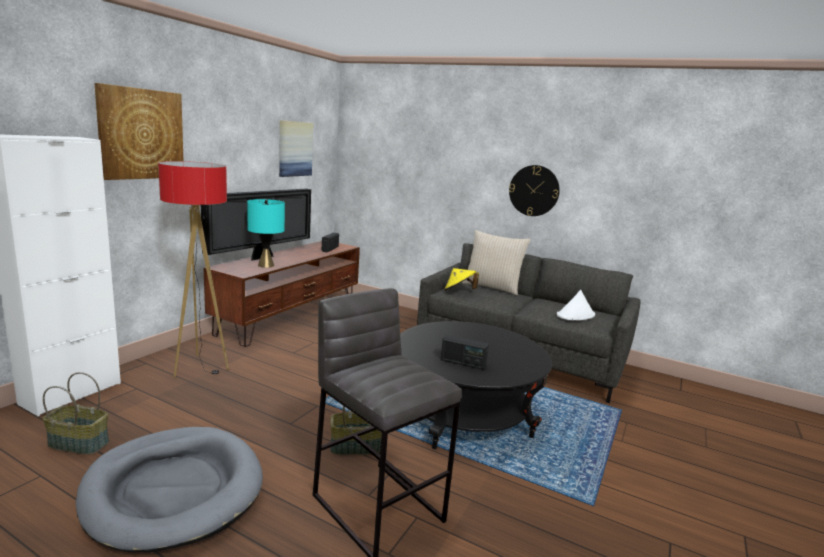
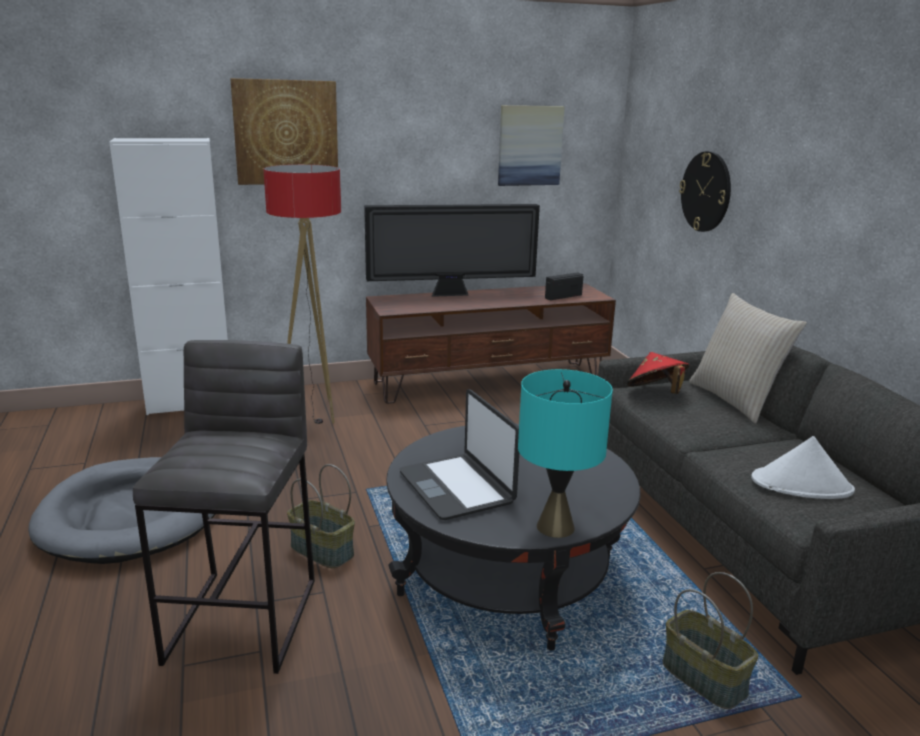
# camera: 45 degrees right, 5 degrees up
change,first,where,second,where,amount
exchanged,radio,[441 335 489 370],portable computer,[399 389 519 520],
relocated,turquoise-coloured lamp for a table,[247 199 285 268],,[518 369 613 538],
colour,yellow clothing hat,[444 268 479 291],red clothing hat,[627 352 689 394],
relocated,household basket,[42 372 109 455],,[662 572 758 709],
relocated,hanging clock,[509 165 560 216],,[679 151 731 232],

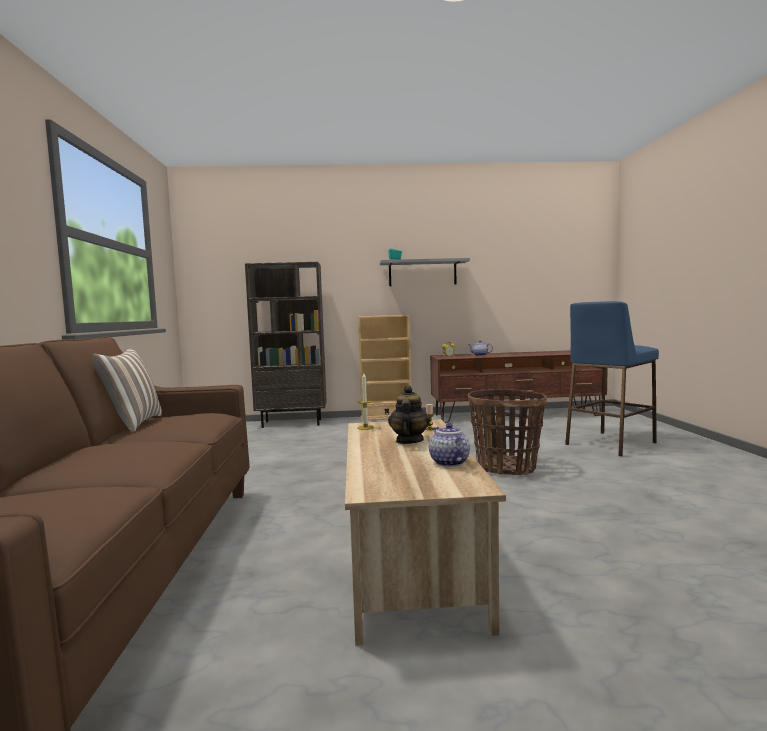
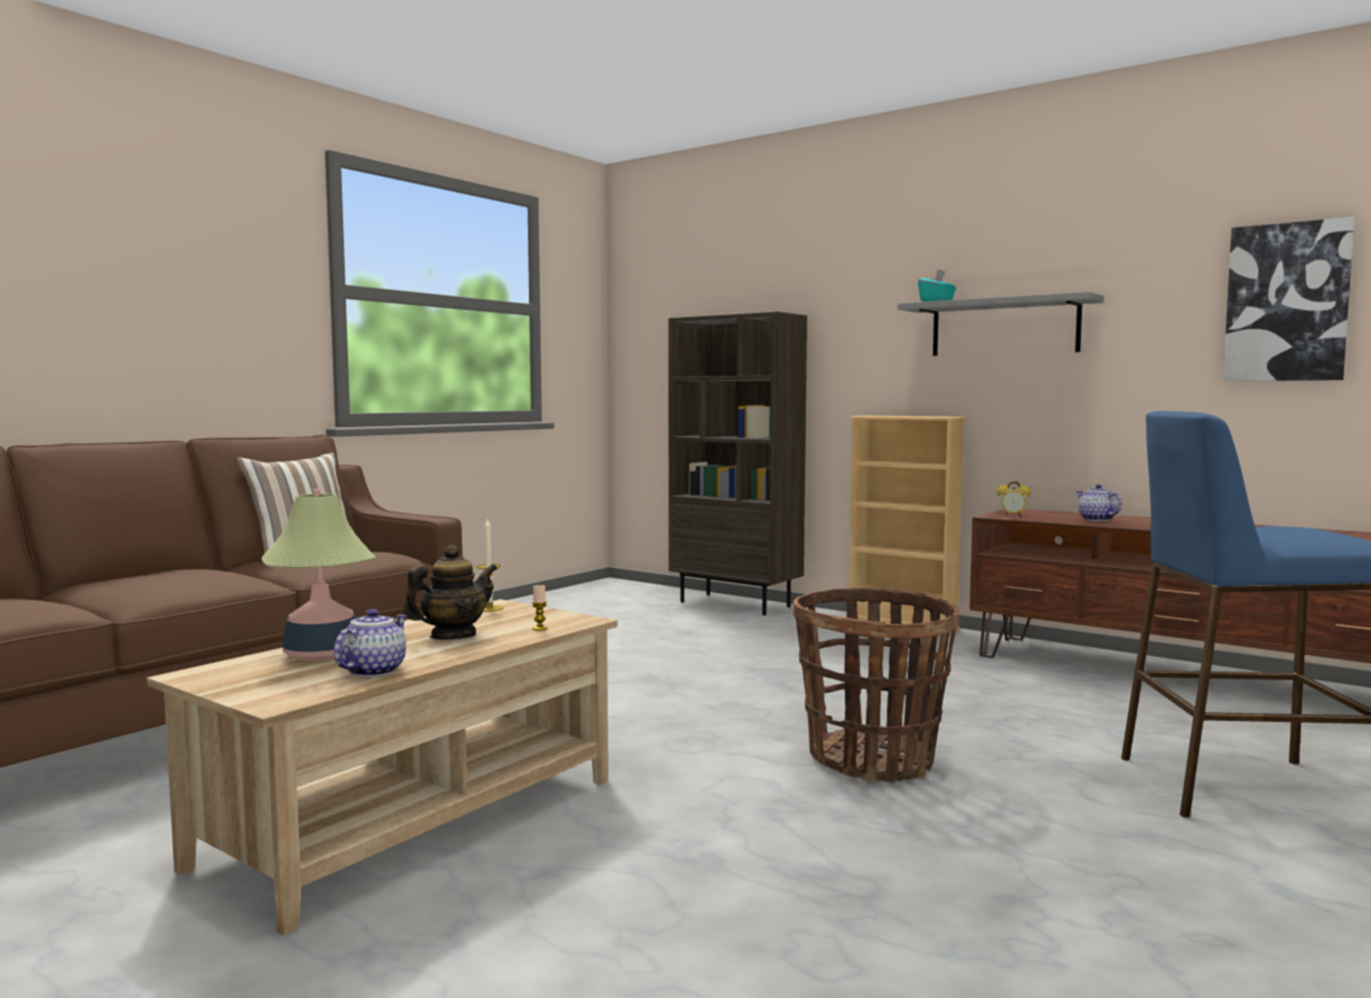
# camera: 40 degrees right, 0 degrees up
change,first,where,second,where,amount
appeared,,,lamp for a table,[262 489 376 661],
appeared,,,wall art,[1223 217 1355 381],

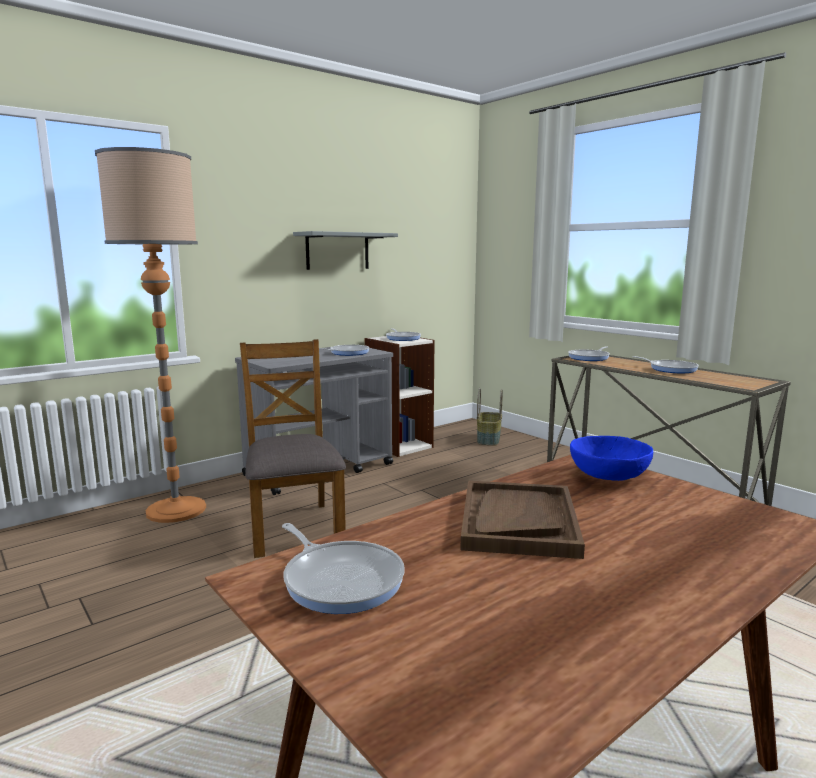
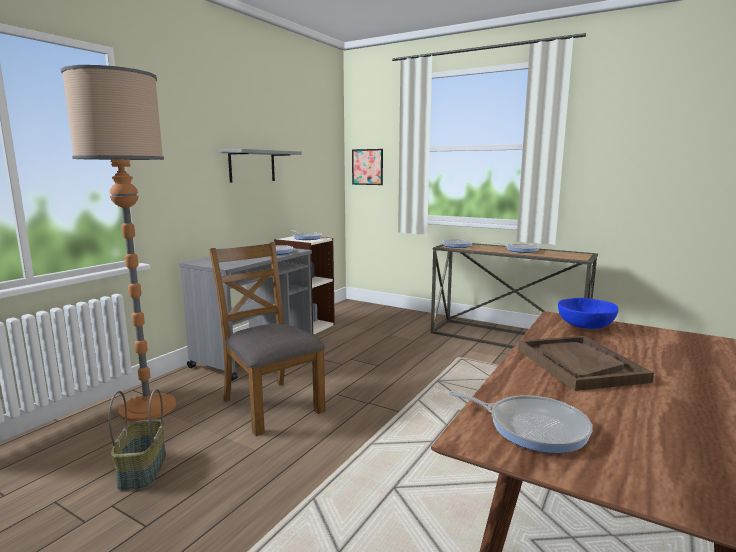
# camera: 20 degrees left, 0 degrees up
change,first,where,second,where,amount
relocated,household basket,[477 388 503 446],,[109 389 166 491],
appeared,,,wall art,[352 149 383 185],

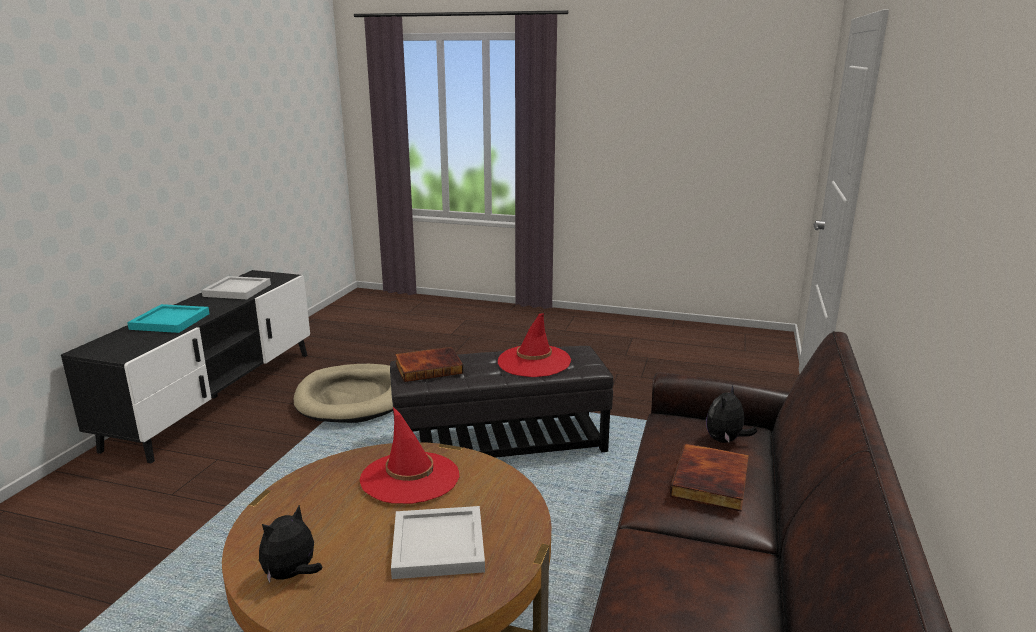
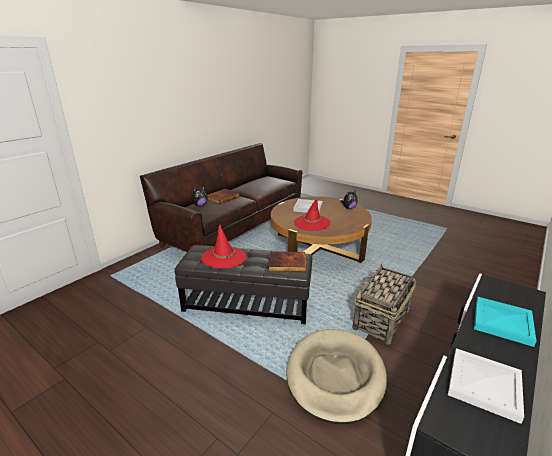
# camera: 160 degrees left, 5 degrees up
change,first,where,second,where,amount
appeared,,,household basket,[352 264 416 345],

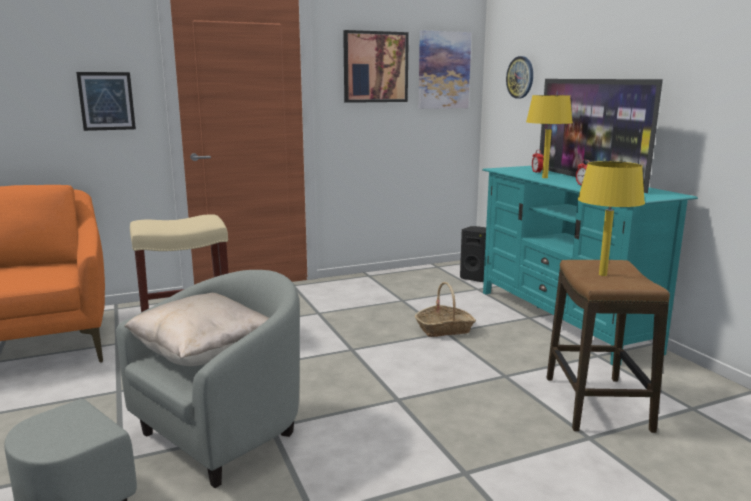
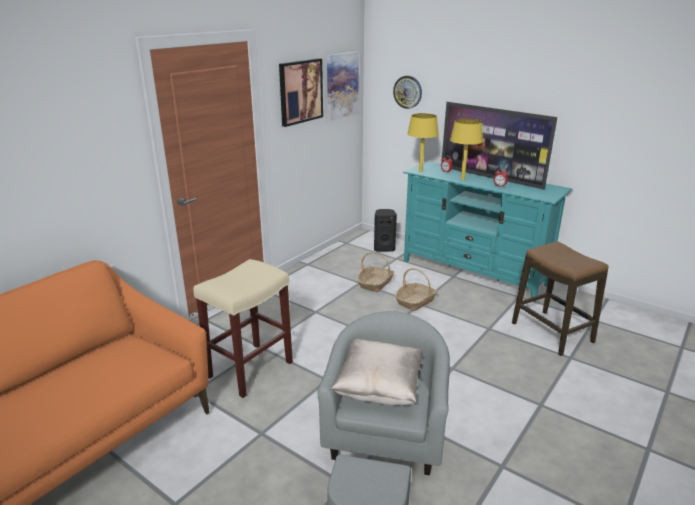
# camera: 30 degrees left, 10 degrees up
change,first,where,second,where,amount
appeared,,,household basket,[357 252 394 292],
relocated,yellow lamp for a table,[578 161 645 276],,[407 113 439 172],
missing,wall art,[76 72 136 131],,,

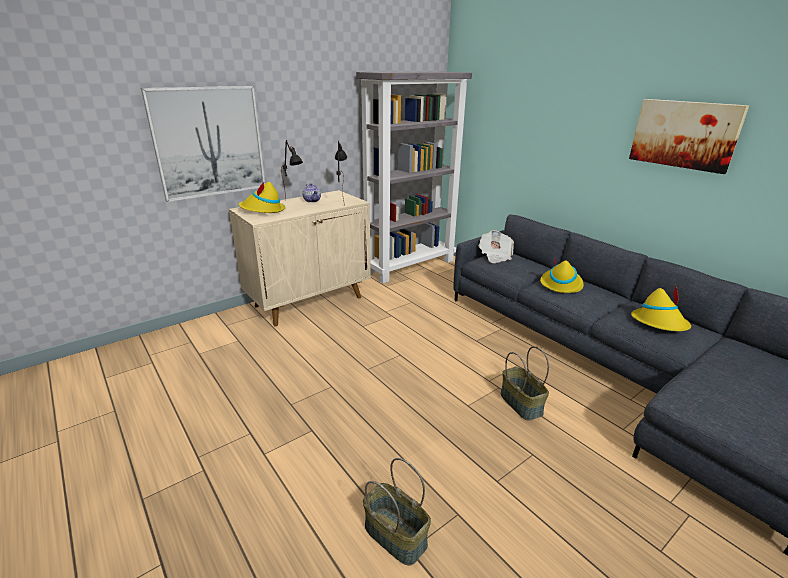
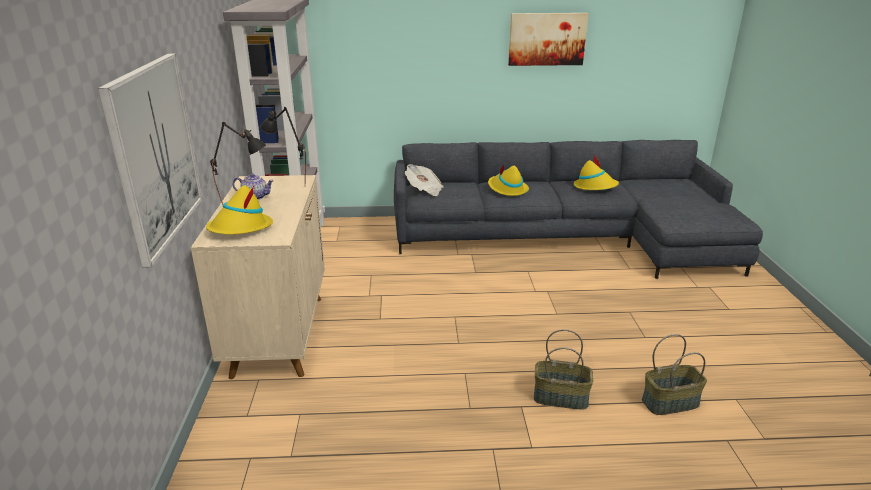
# camera: 55 degrees left, 0 degrees up
change,first,where,second,where,amount
relocated,household basket,[501 346 549 421],,[534 329 593 409],

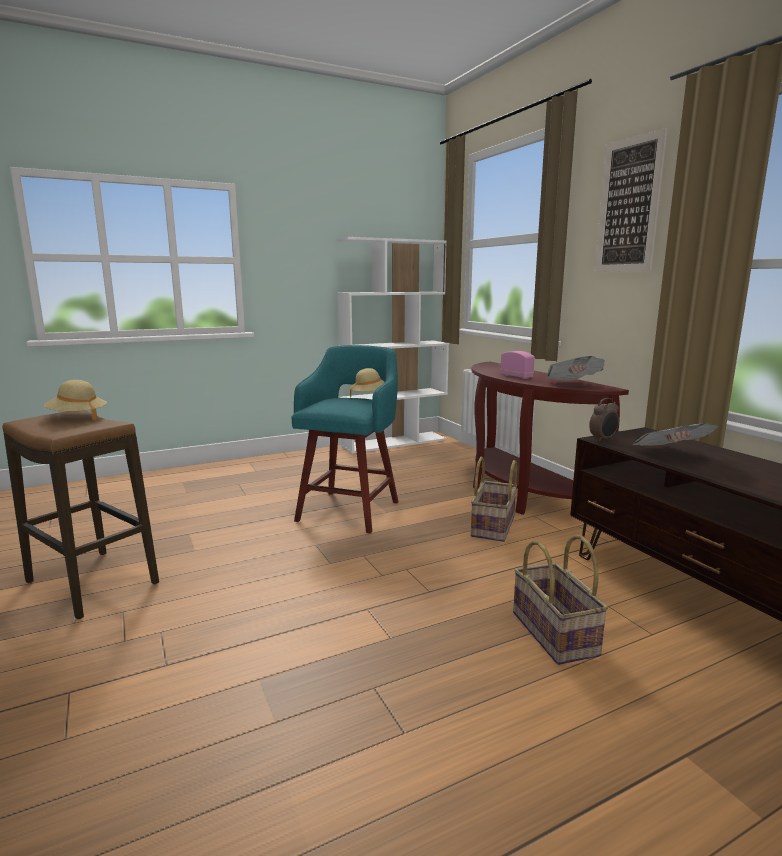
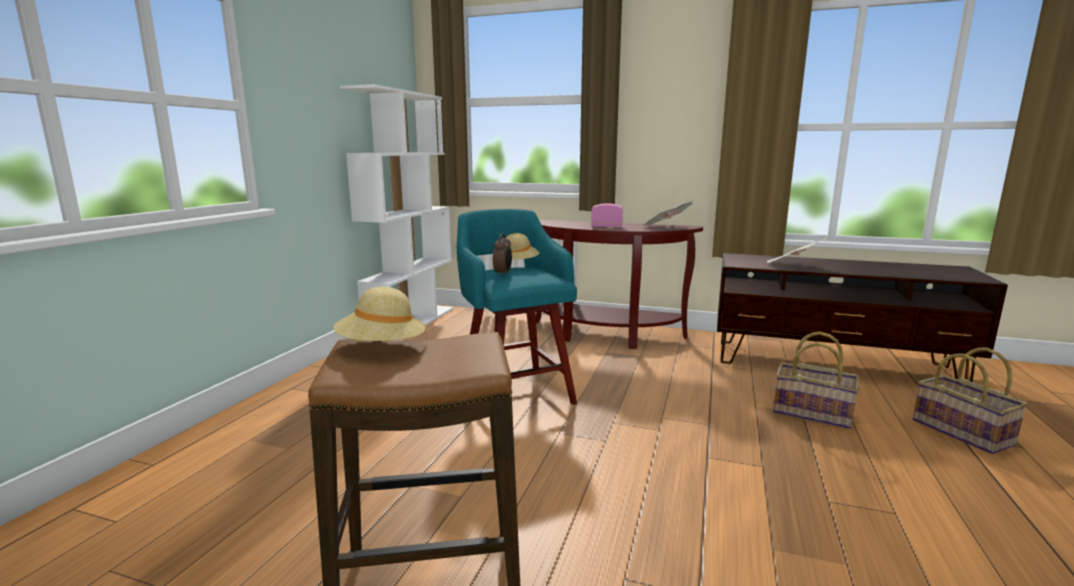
# camera: 45 degrees left, 0 degrees up
change,first,where,second,where,amount
relocated,table clock,[589 398 619 442],,[493 234 512 276],
relocated,household basket,[471 457 517 542],,[913 347 1028 454],
missing,wall art,[595 128 668 272],,,

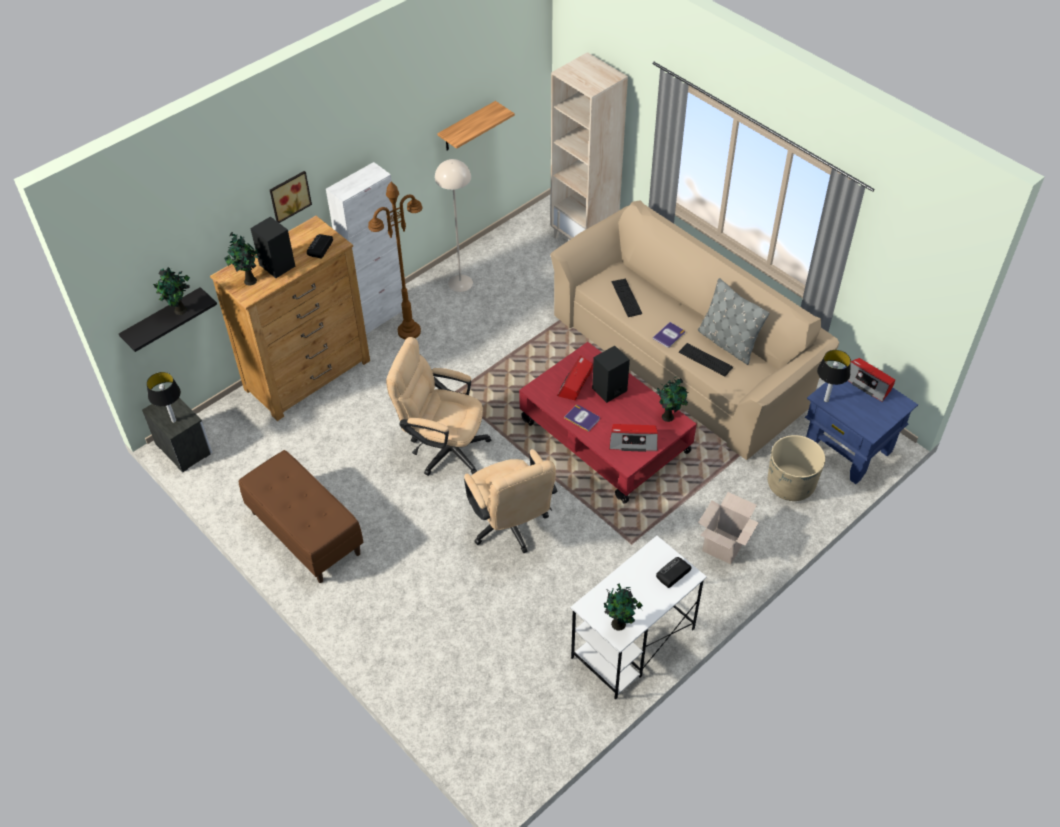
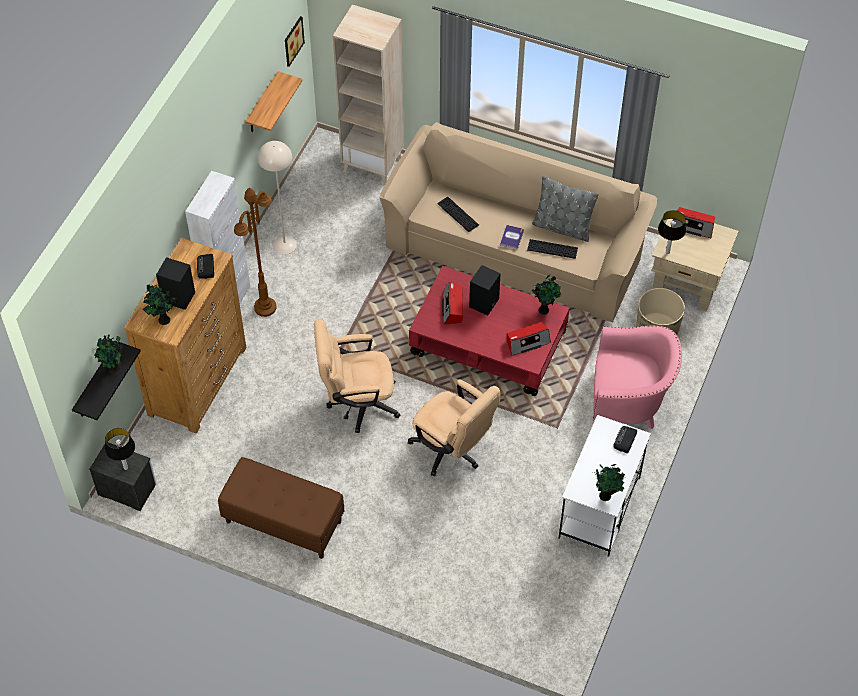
# camera: 25 degrees left, 5 degrees up
change,first,where,second,where,amount
relocated,wall art,[270 171 312 223],,[285 16 305 67],
exchanged,packing box,[698 492 759 564],pink armchair,[593 326 682 429],
colour,blue end table,[805 366 918 484],sand-coloured end table,[651 219 739 312],
missing,bound book,[564 405 600 432],,,

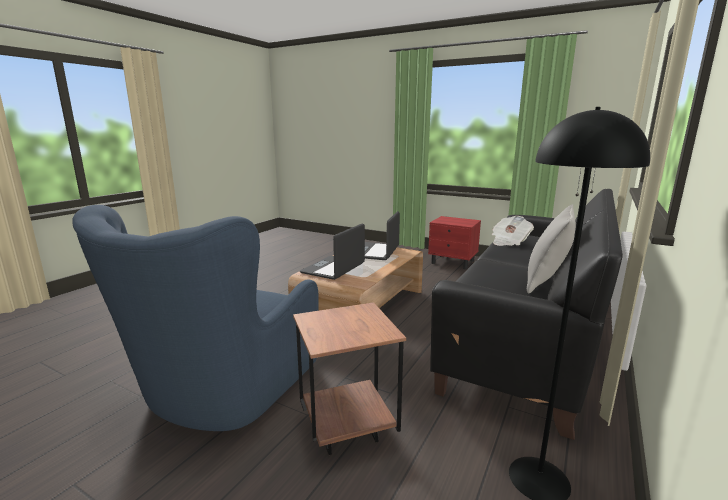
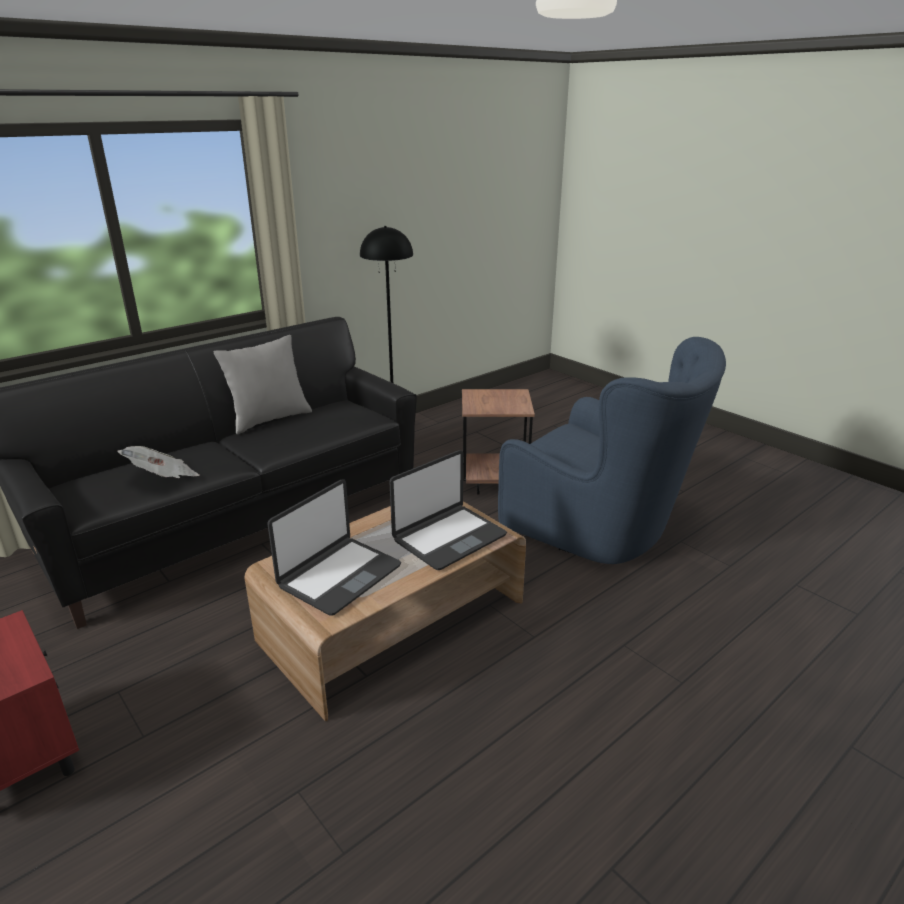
# camera: 160 degrees left, 10 degrees up
change,first,where,second,where,amount
spun,blue armchair,[72 205 319 431],,[498 337 726 564],90 degrees clockwise

